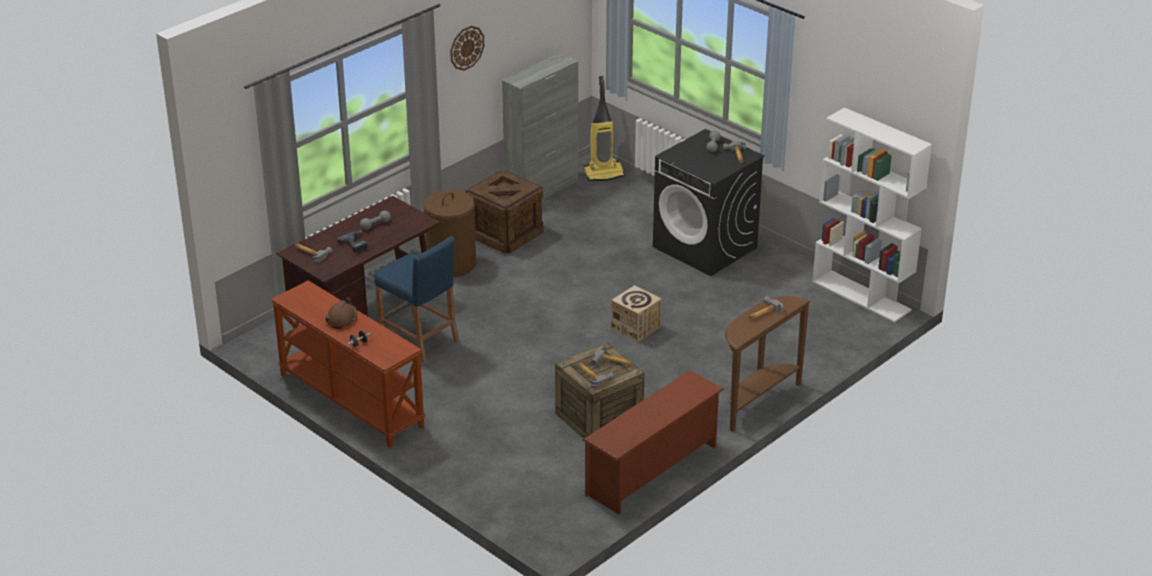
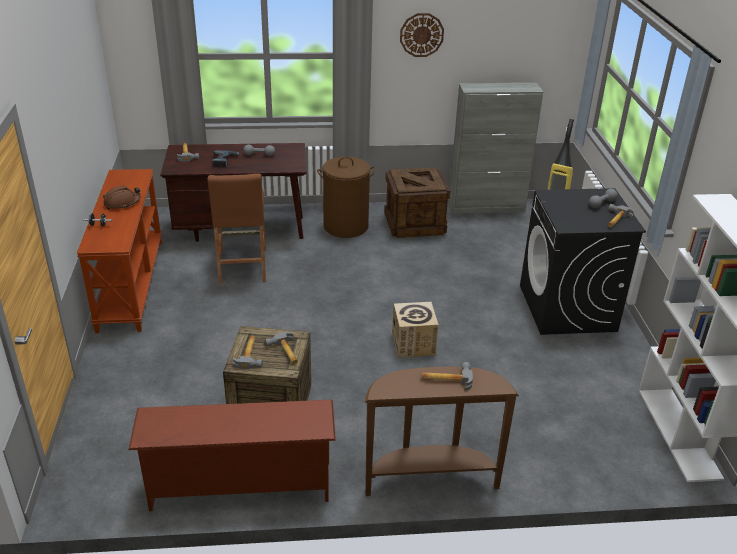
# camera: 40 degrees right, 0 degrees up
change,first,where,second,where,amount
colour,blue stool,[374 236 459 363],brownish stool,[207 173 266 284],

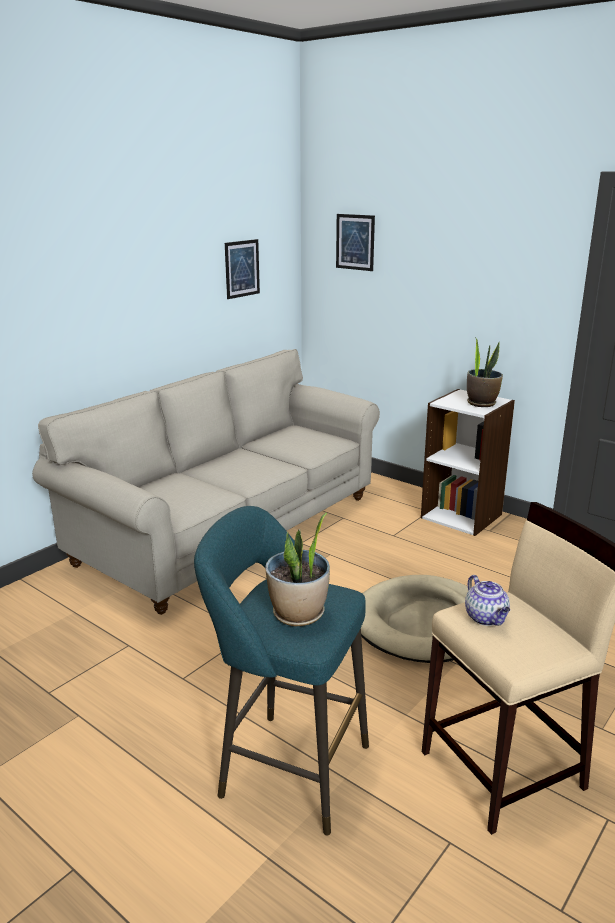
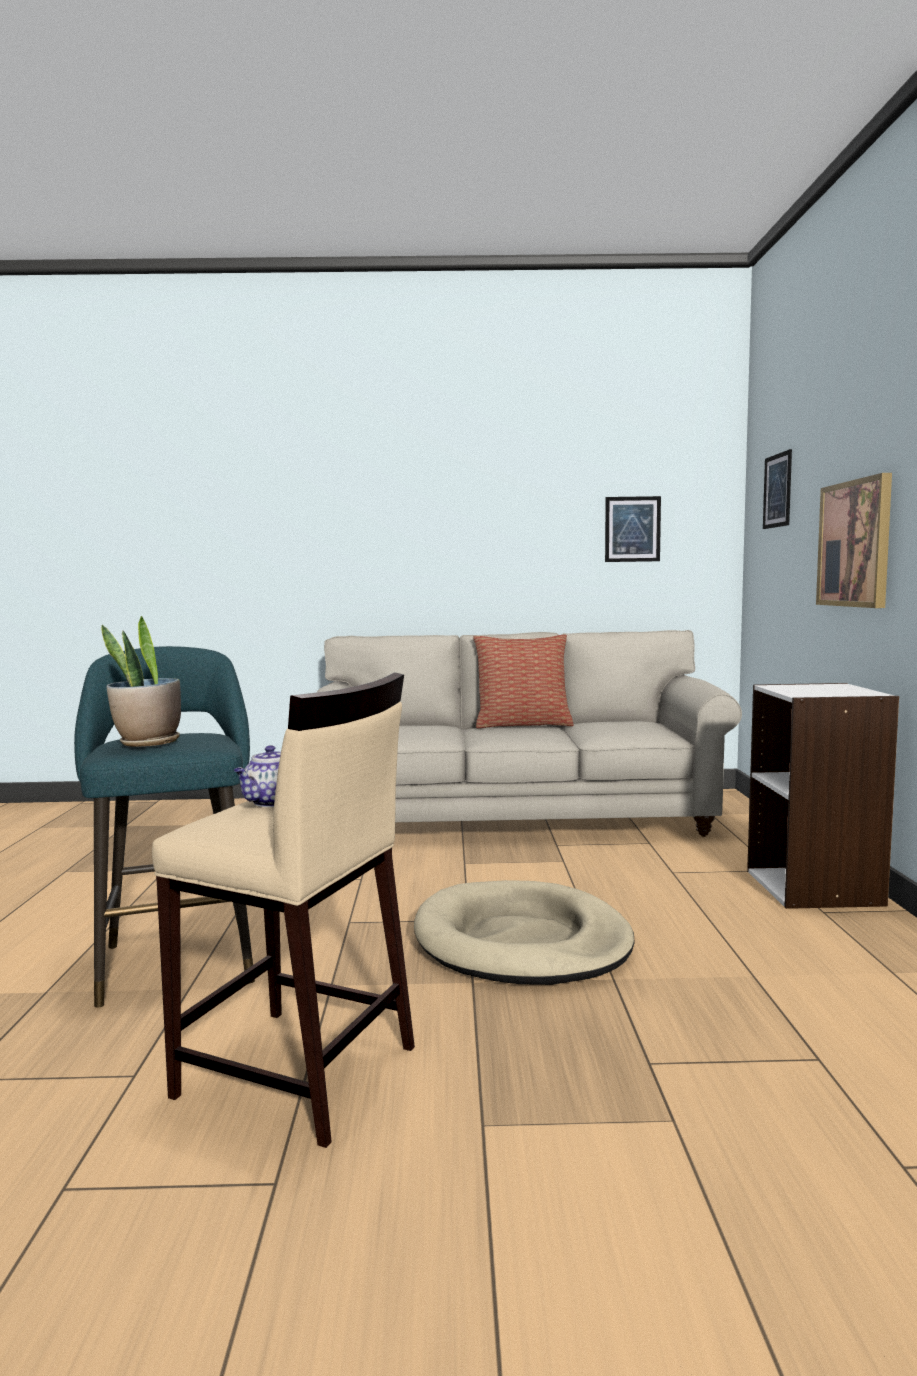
# camera: 50 degrees right, 15 degrees down
change,first,where,second,where,amount
appeared,,,cushion,[473 634 574 729],
appeared,,,wall art,[816 473 892 608],
missing,potted plant,[467 337 503 407],,,

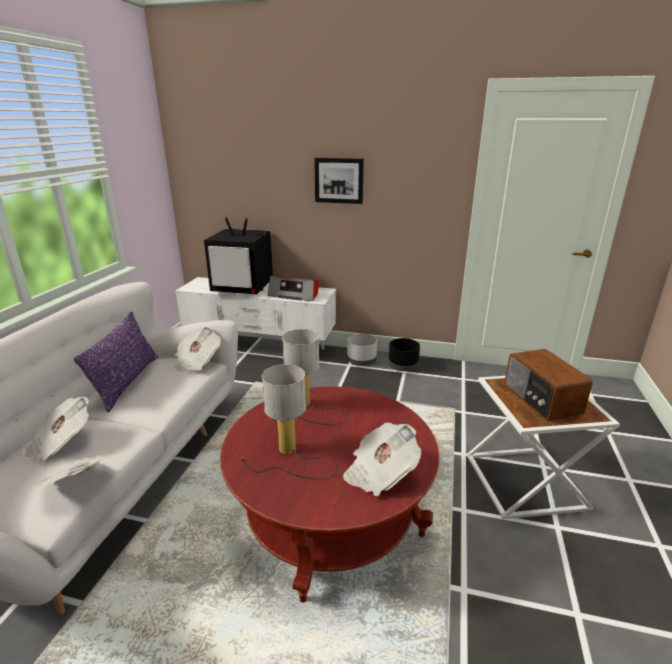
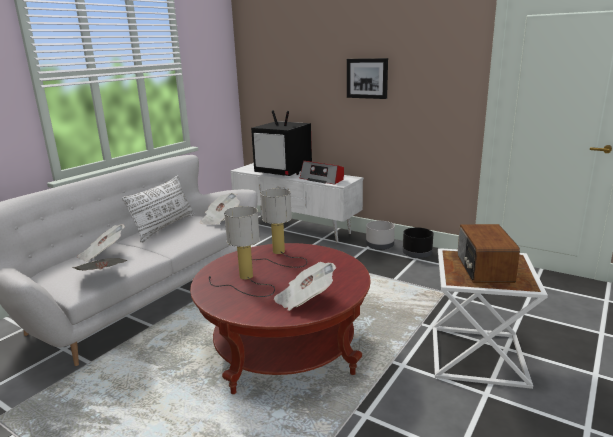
# camera: 20 degrees right, 5 degrees down
change,first,where,second,where,amount
colour,purple-coloured cushion,[74 312 158 413],whitish cushion,[122 175 195 243],

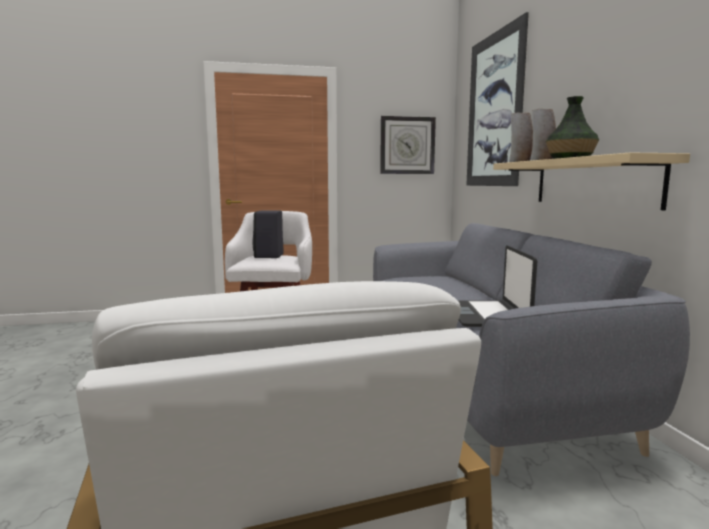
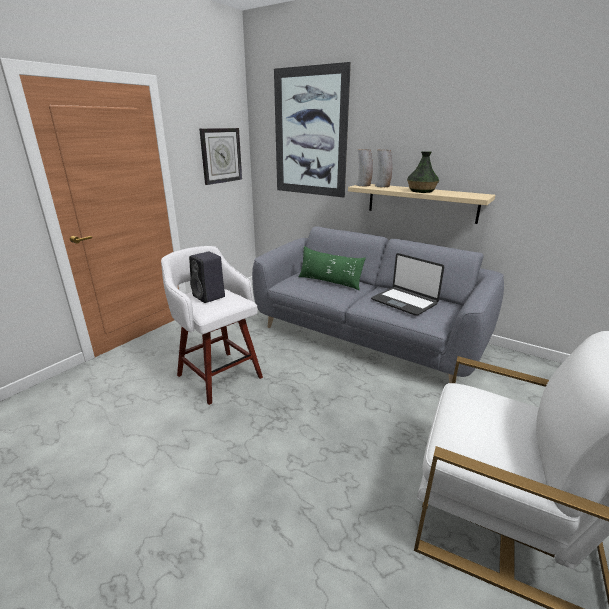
# camera: 45 degrees left, 15 degrees up
change,first,where,second,where,amount
appeared,,,greenish cushion,[298 246 366 290],

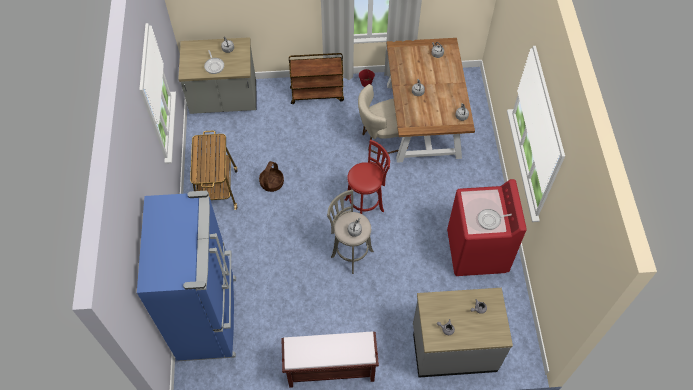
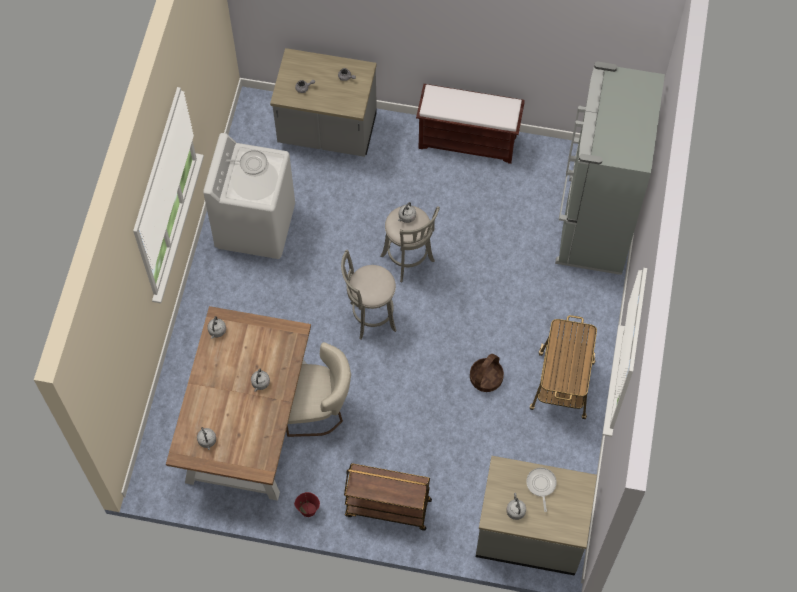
# camera: 165 degrees left, 5 degrees up
change,first,where,second,where,amount
colour,red laundry appliance,[447 179 527 276],whitish laundry appliance,[203 133 295 259],
colour,red stool,[345 140 390 214],grey stool,[341 249 397 340],
colour,blue refrigerator,[137 191 236 361],grey refrigerator,[555 61 665 275],

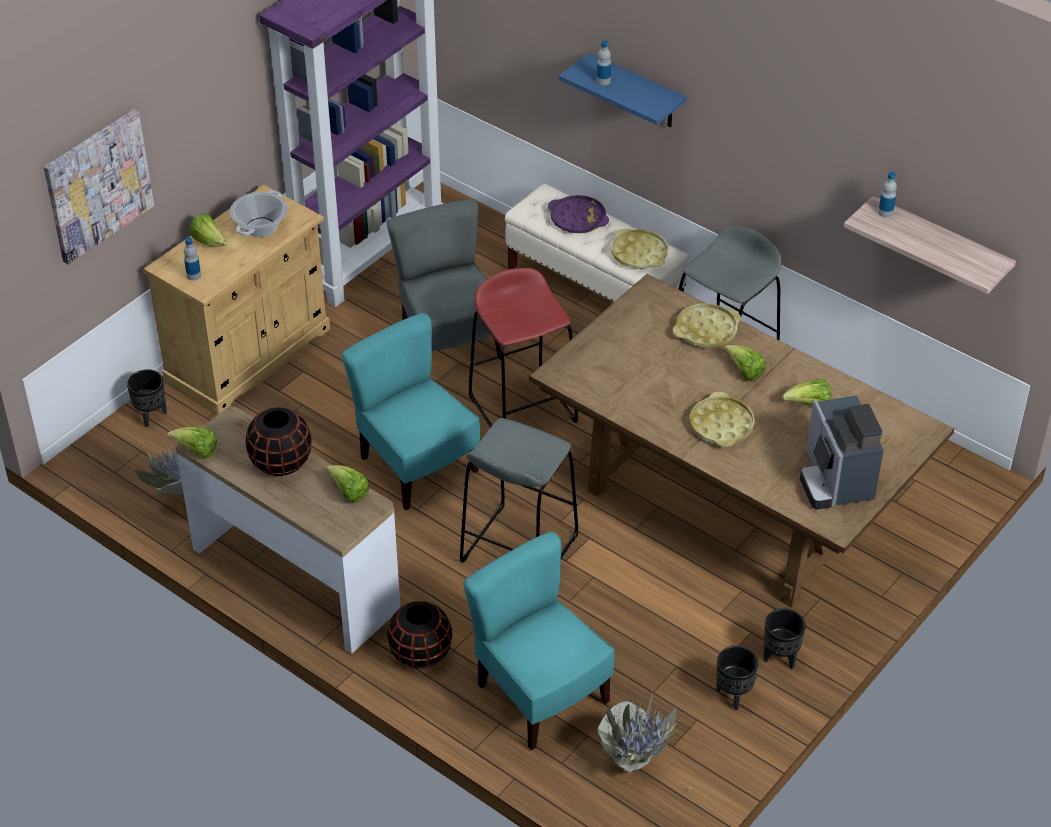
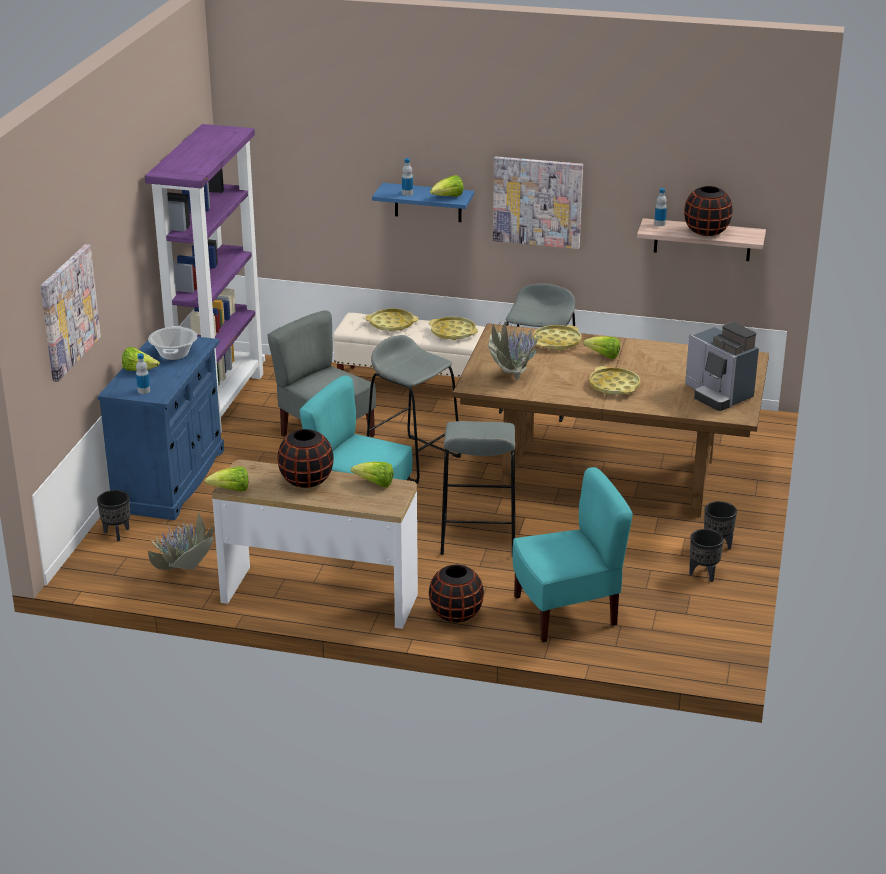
# camera: 25 degrees left, 15 degrees down
change,first,where,second,where,amount
colour,sand-coloured cupboard,[144 185 330 415],blue cupboard,[98 337 224 520],
colour,purple-coloured tray,[548 195 609 233],yellow tray,[365 309 418 331],
colour,red stool,[469 268 578 427],grey stool,[367 335 461 484],
relocated,lettuce head,[782 379 831 405],,[430 175 464 197],
relocated,potted plant,[598 688 691 789],,[488 306 561 380],
appeared,,,wall art,[493 156 583 249],
spun,turquoise-coloured plain chair,[463 531 614 750],,[512 467 633 643],135 degrees clockwise
appeared,,,black-coloured decorative vase,[684 186 733 236],

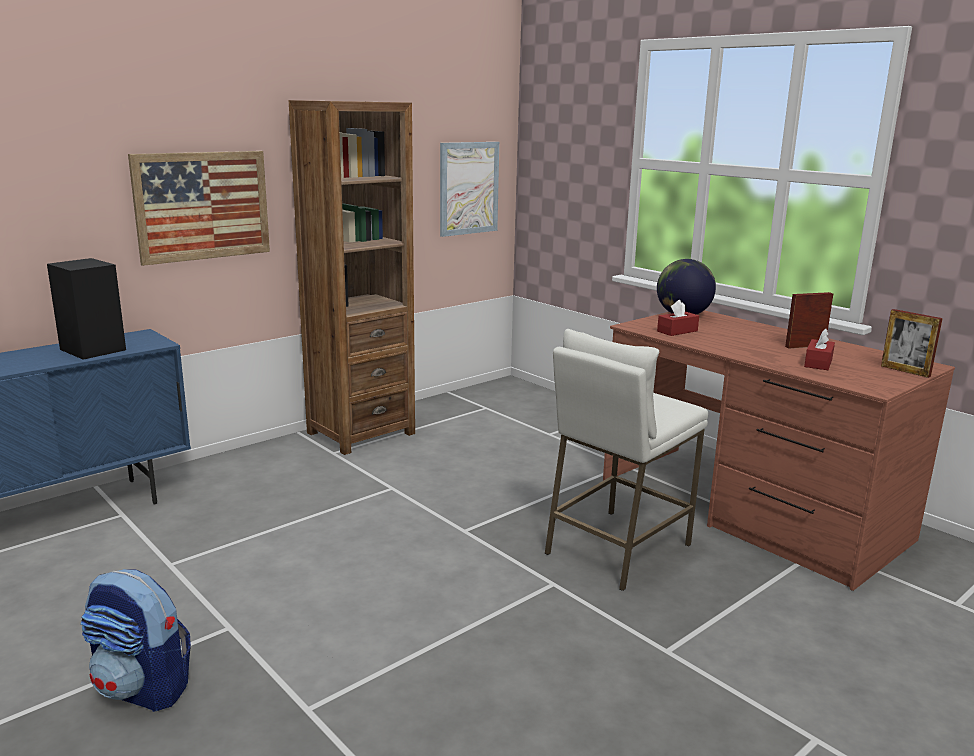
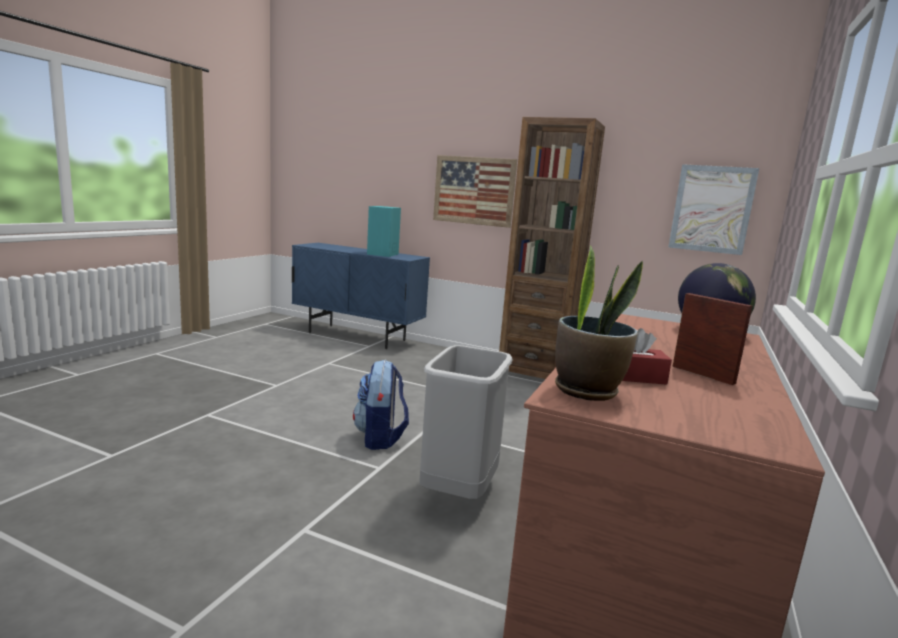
# camera: 65 degrees right, 5 degrees down
change,first,where,second,where,amount
relocated,backpack,[81 569 191 712],,[353 360 409 450],
colour,black-coloured loudspeaker,[47 258 126 360],turquoise-coloured loudspeaker,[367 206 401 257],
exchanged,whitish stool,[545 329 708 591],grey trash can,[420 345 512 499],
appeared,,,potted plant,[555 245 643 401],
missing,red tissue holder,[657 300 699 336],,,
missing,standing frame,[881 309 943 378],,,

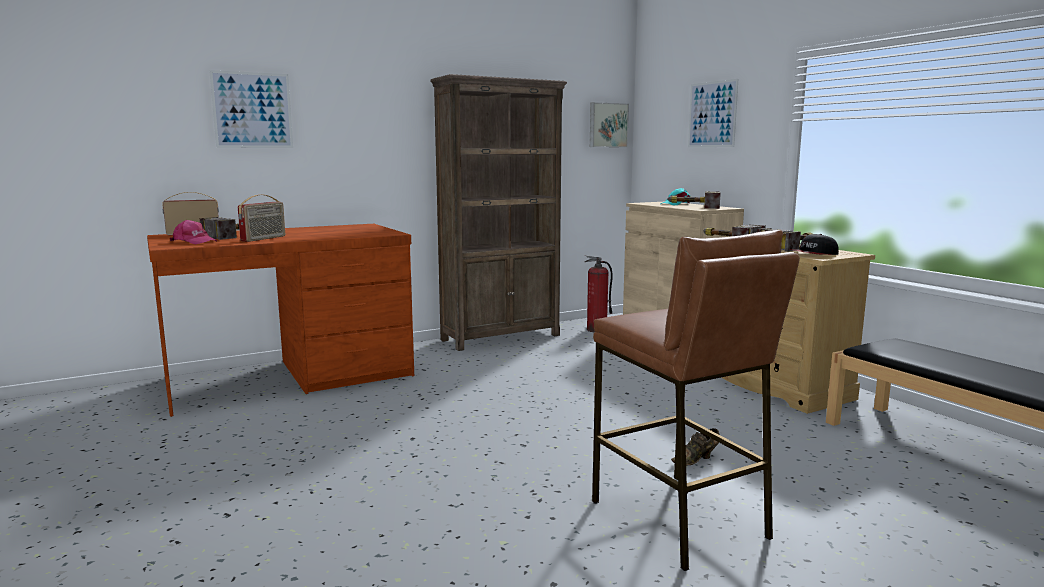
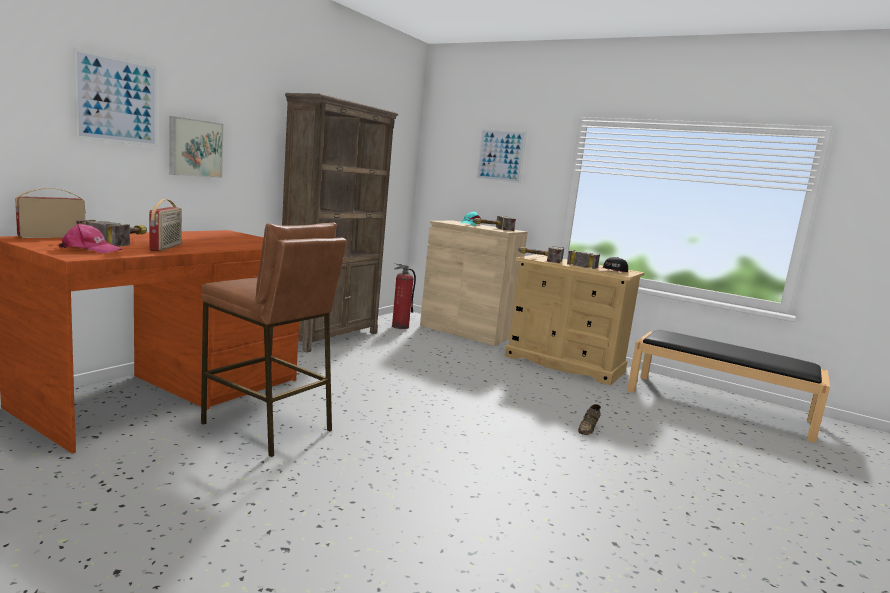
# camera: 30 degrees left, 0 degrees up
change,first,where,second,where,amount
relocated,wall art,[590 102 629 147],,[169 116 224 178],
relocated,brownish stool,[592 230 800 571],,[201 223 347 457],

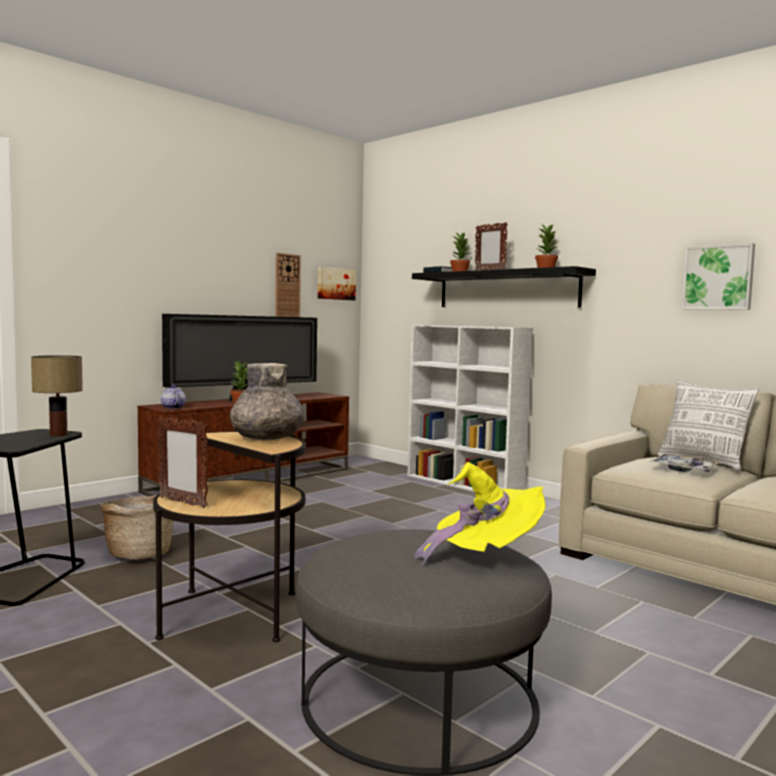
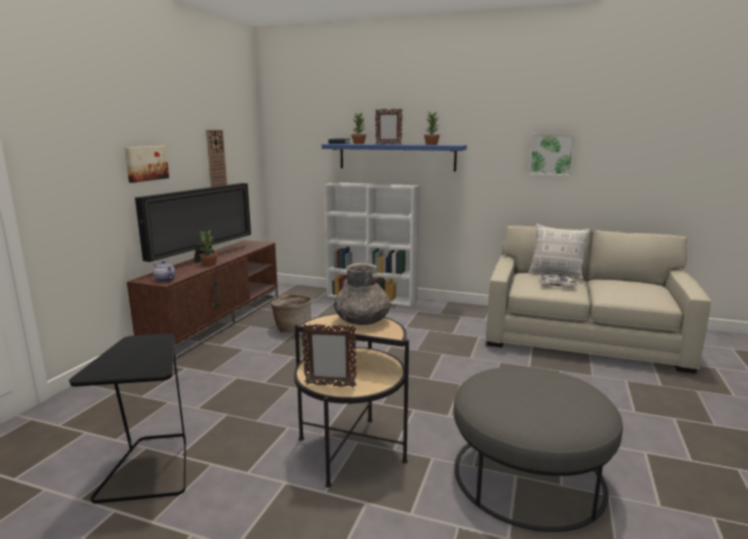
# camera: 25 degrees left, 10 degrees up
change,first,where,second,where,amount
relocated,wall art,[318 267 356 300],,[124 146 169 183],
relocated,household basket,[100 495 174 559],,[270 294 312 333],
colour,black-coloured wall shelf,[412 266 596 307],blue wall shelf,[322 144 467 171],
missing,lamp for a table,[31 355 83 436],,,
missing,yellow clothing hat,[414 462 546 566],,,

